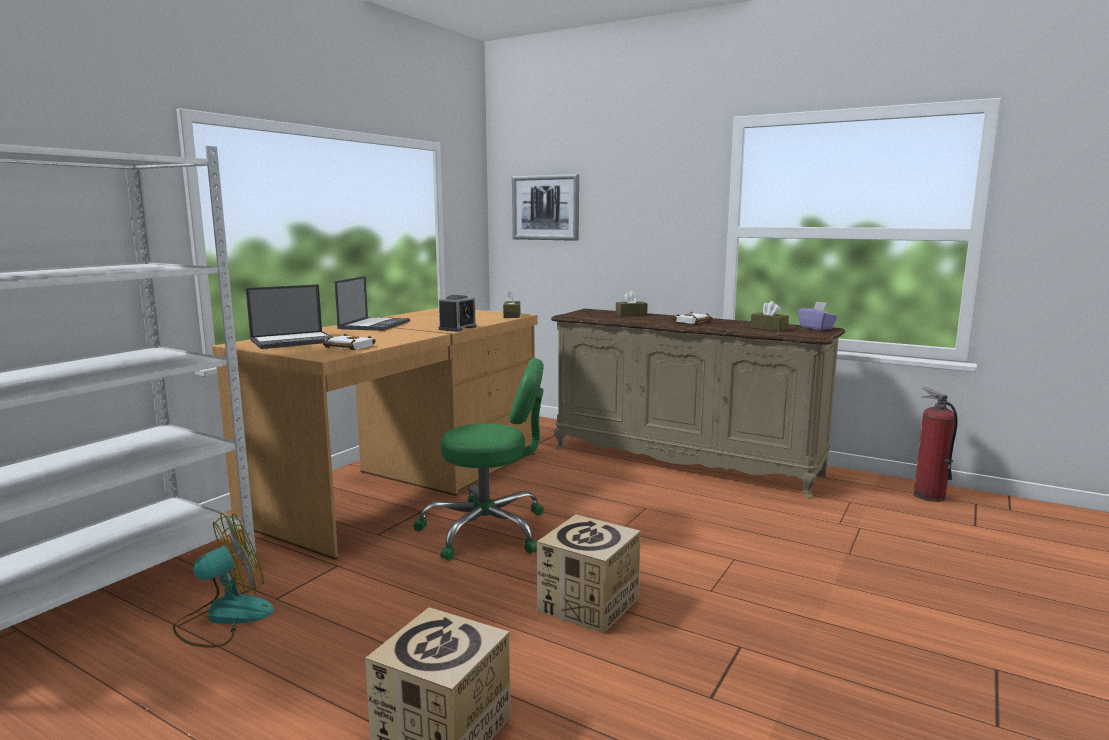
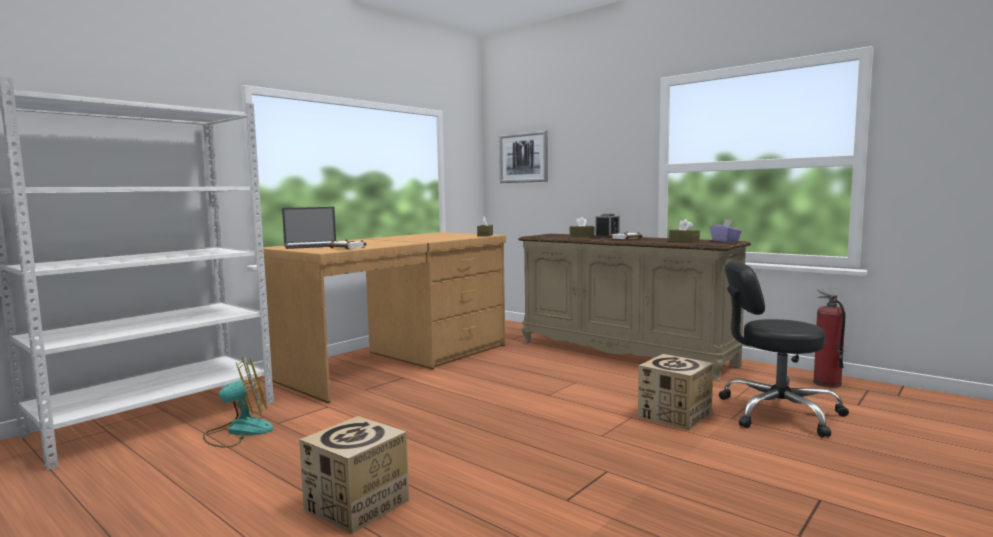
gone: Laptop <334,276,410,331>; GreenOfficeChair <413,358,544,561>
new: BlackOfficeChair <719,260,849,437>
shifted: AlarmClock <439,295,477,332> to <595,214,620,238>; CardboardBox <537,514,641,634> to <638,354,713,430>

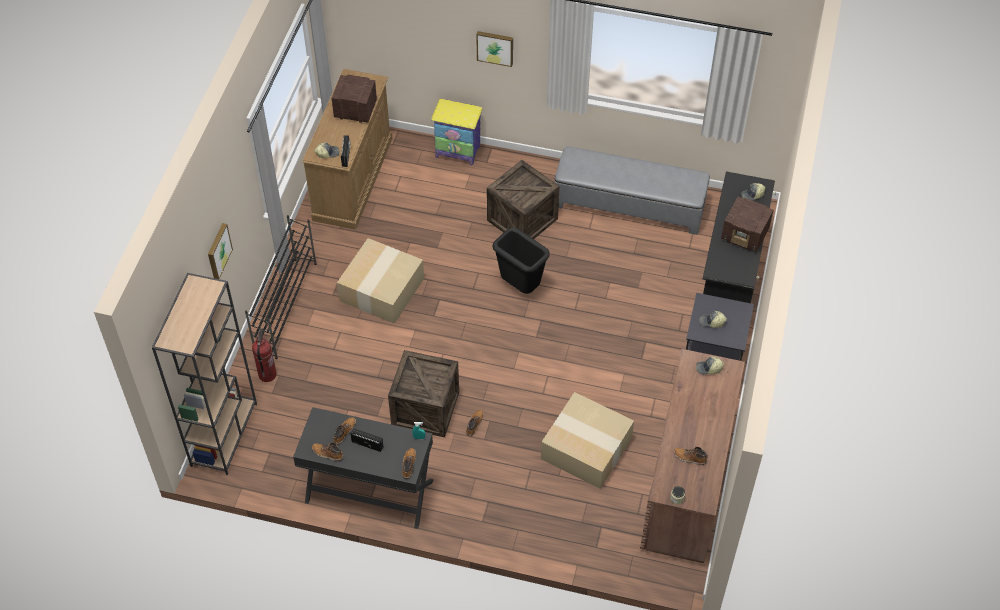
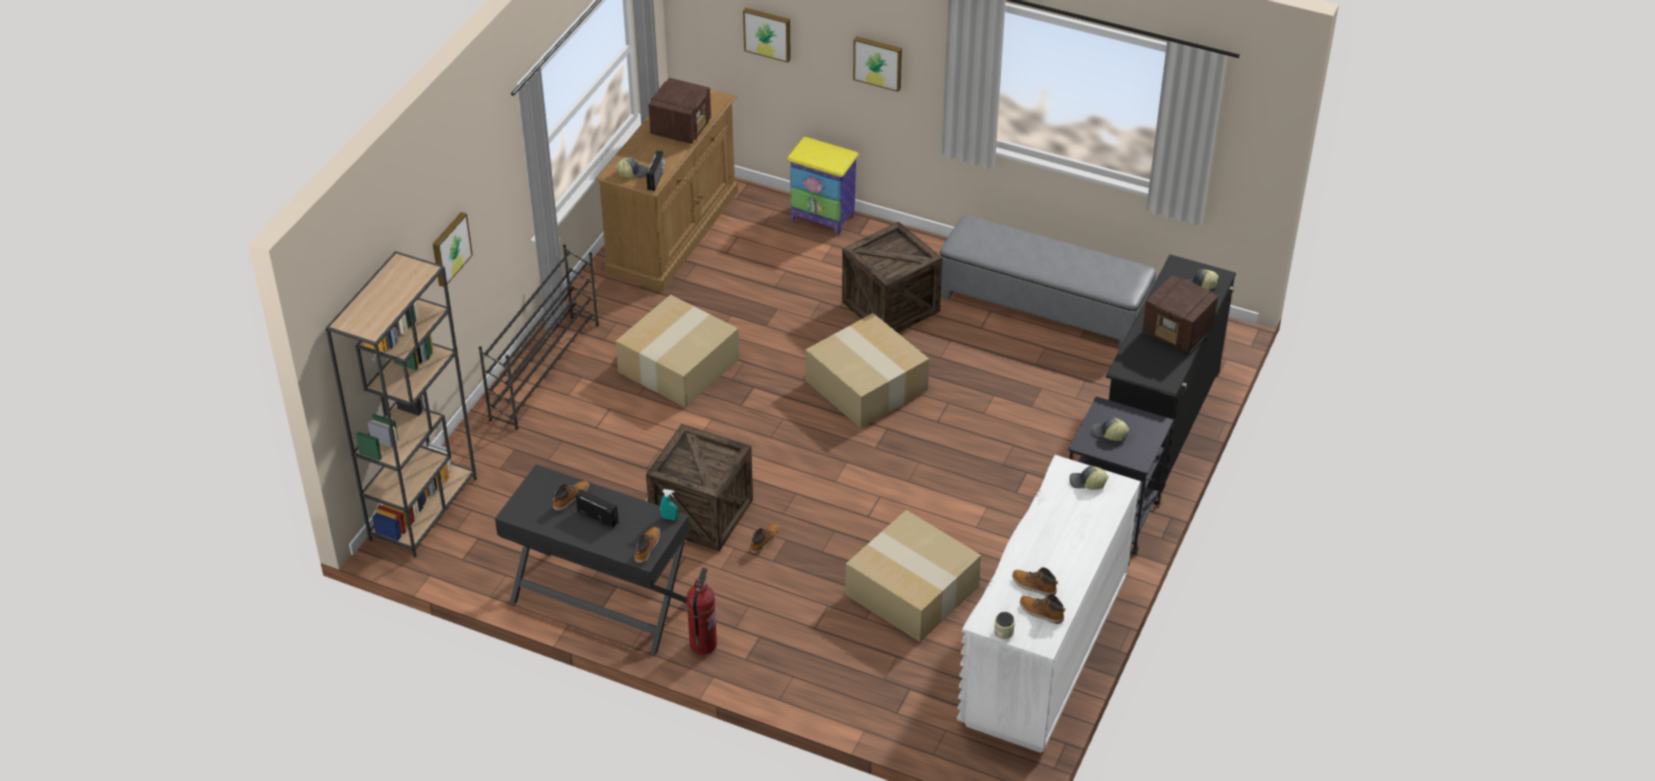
new: Picture <743,8,791,63>
shifted: FireExtinguisher <252,328,277,382> to <687,568,717,655>; Boot <312,443,343,461> to <1020,594,1065,624>
swapped: BlackTrashCan <492,228,550,294> to CardboardBox <805,313,929,428>
repainted: BrownDresser <640,349,745,563> to WhiteDresser <957,455,1140,753>
rotated: Radio <332,75,377,123> = <649,78,711,144> 90 degrees clockwise

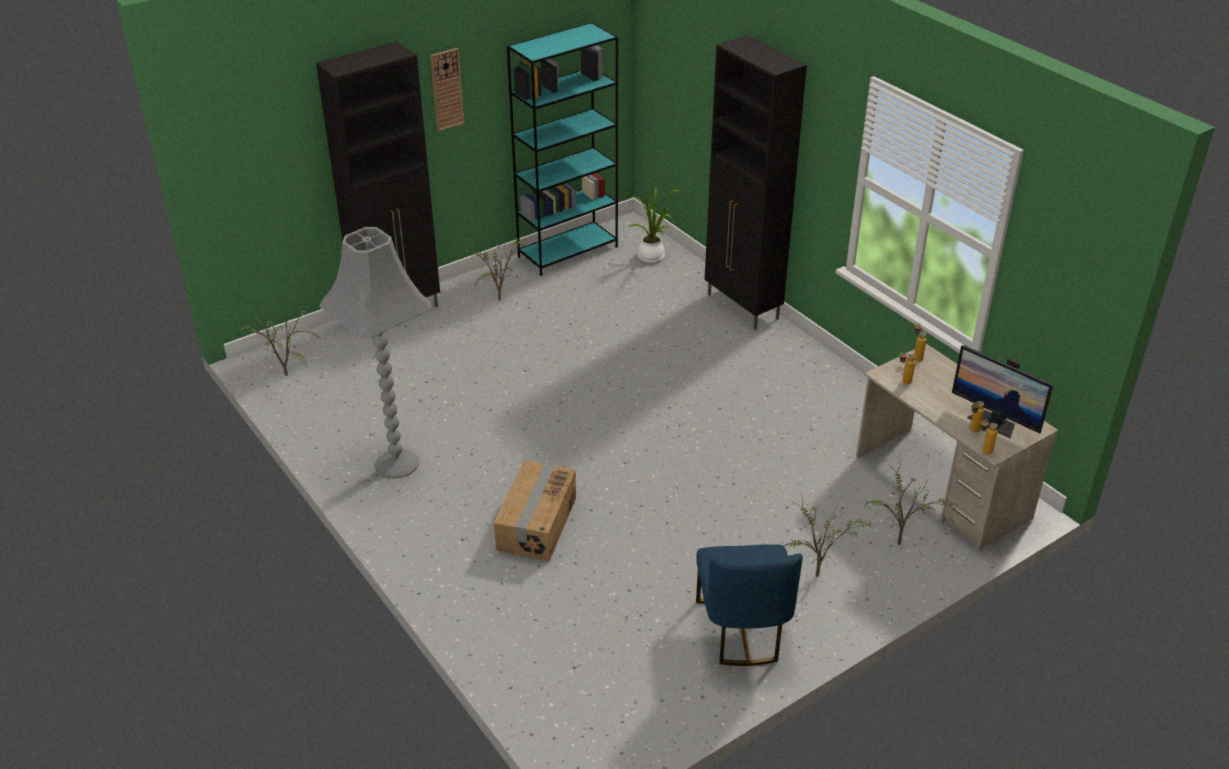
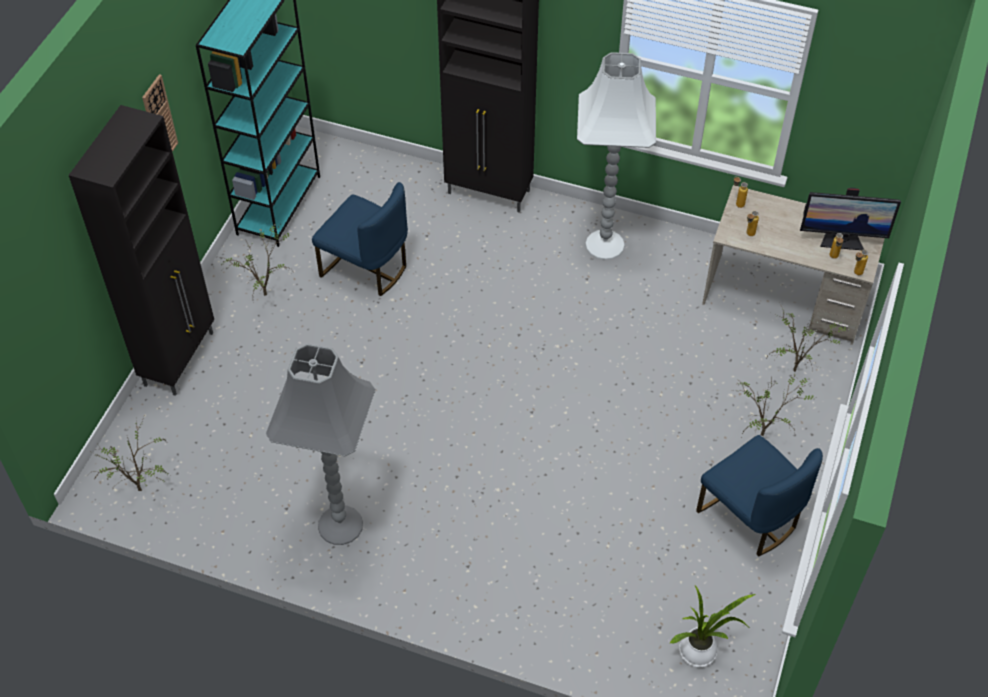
gone: CardboardBox <494,461,576,561>
new: WhiteFloorLamp <577,52,656,260>; BlueChair <312,182,408,296>
shifted: PottedPlant <629,186,680,263> to <669,586,755,667>

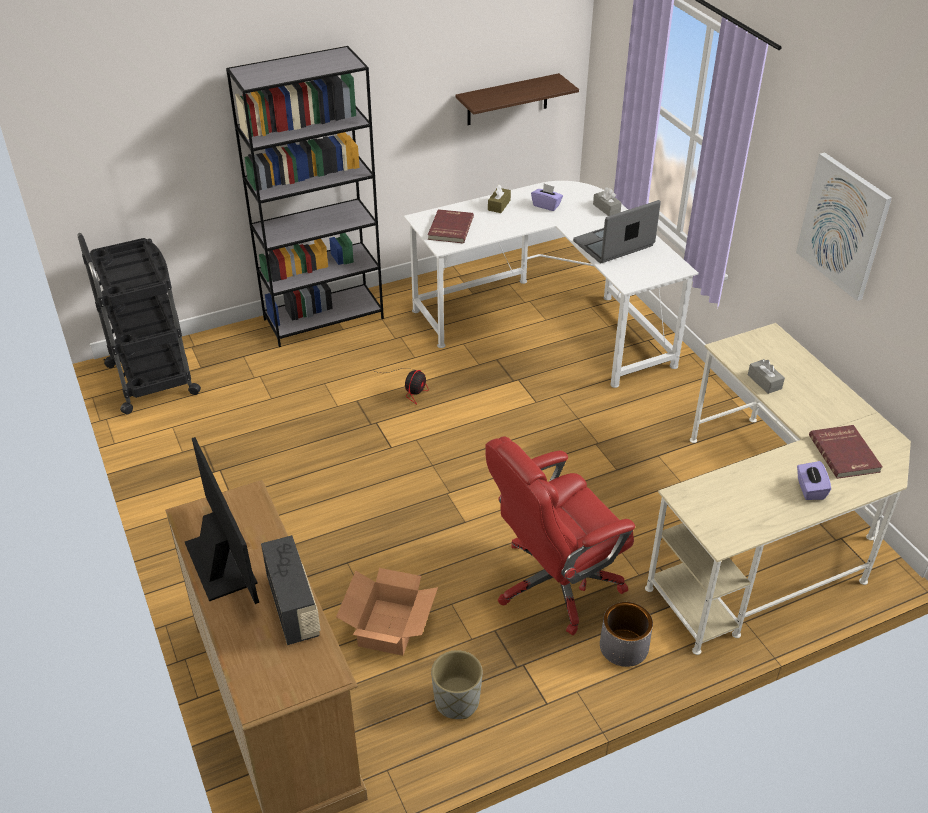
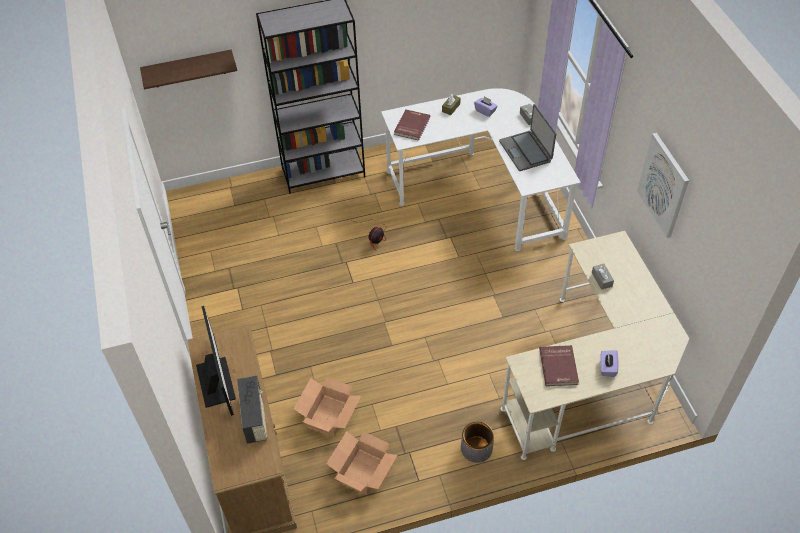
gone: BlackCart <77,233,201,415>; RedOfficeChair <485,436,635,635>
shifted: Shelf <455,73,579,125> to <140,50,237,89>; RedBook <809,425,882,479> to <539,345,579,386>
swapped: GreyPlanter <431,650,483,719> to CardboardBox <326,431,398,495>
rotated: Laptop <573,200,661,263> = <499,104,556,171> 90 degrees counterclockwise

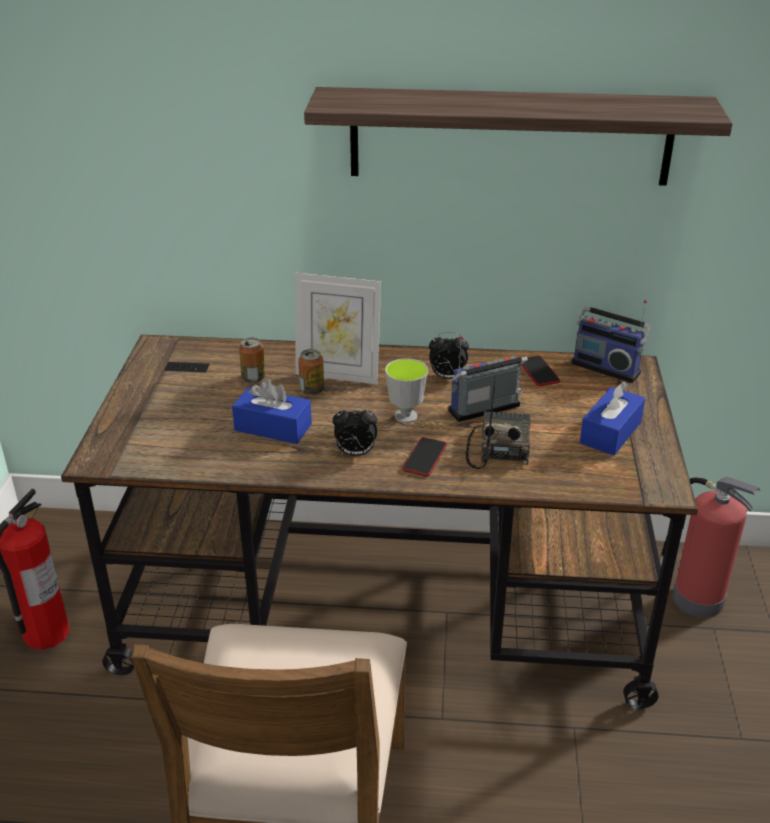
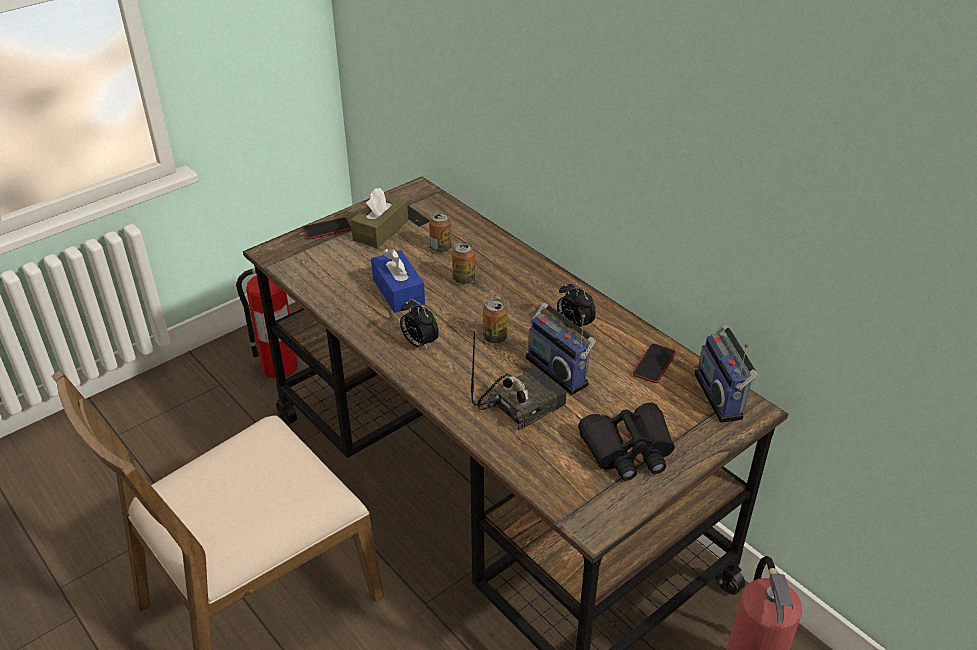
gone: Shelf <304,87,732,186>; PictureFrame <295,273,381,384>
new: BrownTissueBox <351,188,408,249>
shifted: Phone <402,437,447,476> to <302,217,351,239>
swapped: Cup <385,358,428,423> to Can <483,299,507,343>; BlueTissueBox <580,381,645,455> to BlackBinoculars <578,403,675,481>
rotated: Radio <448,335,528,422> = <526,303,596,395> 150 degrees counterclockwise

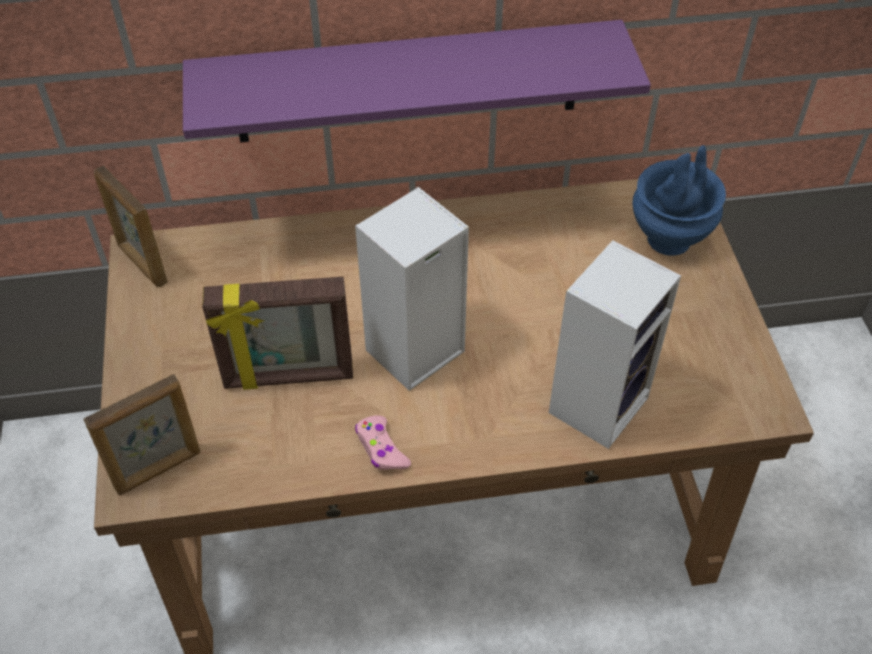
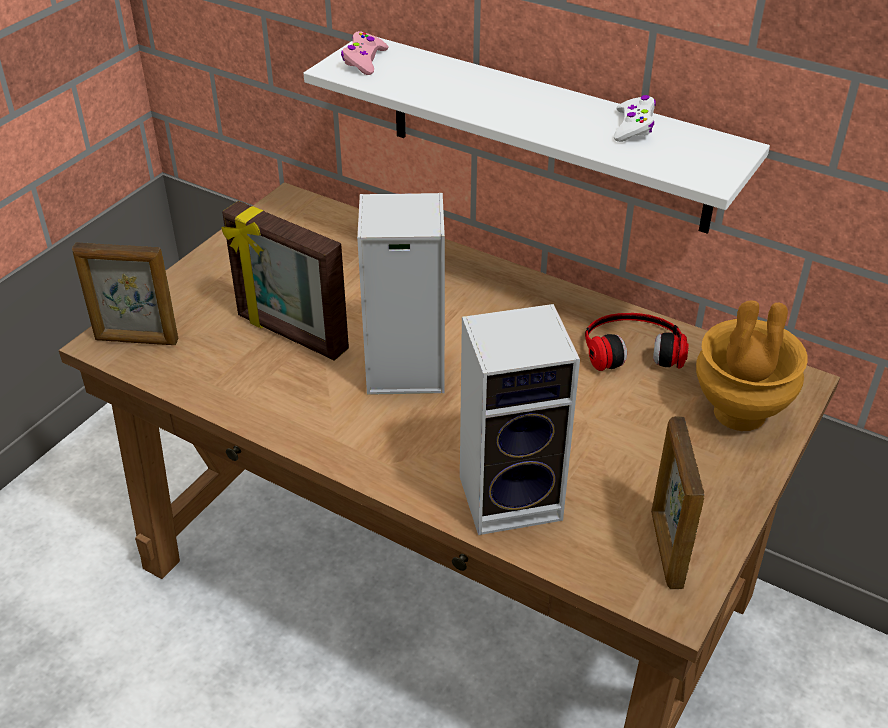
new: WhiteGameController <614,95,656,142>; Headphones <585,313,689,371>
shifted: PictureFrame <94,166,168,287> to <651,416,704,589>; PinkGameController <355,416,411,470> to <341,31,388,75>
repainted: PurpleShelf <183,20,651,143> to WhiteShelf <303,37,770,234>; BlueVase <632,145,726,256> to BrownVase <696,301,808,431>

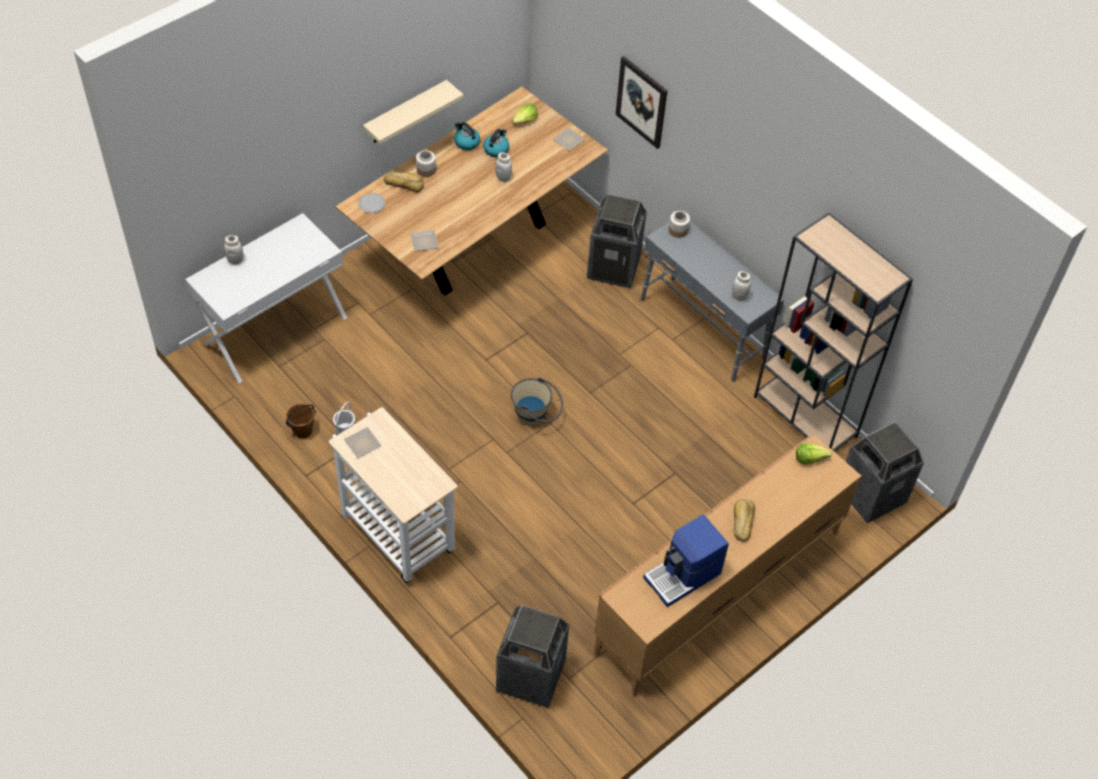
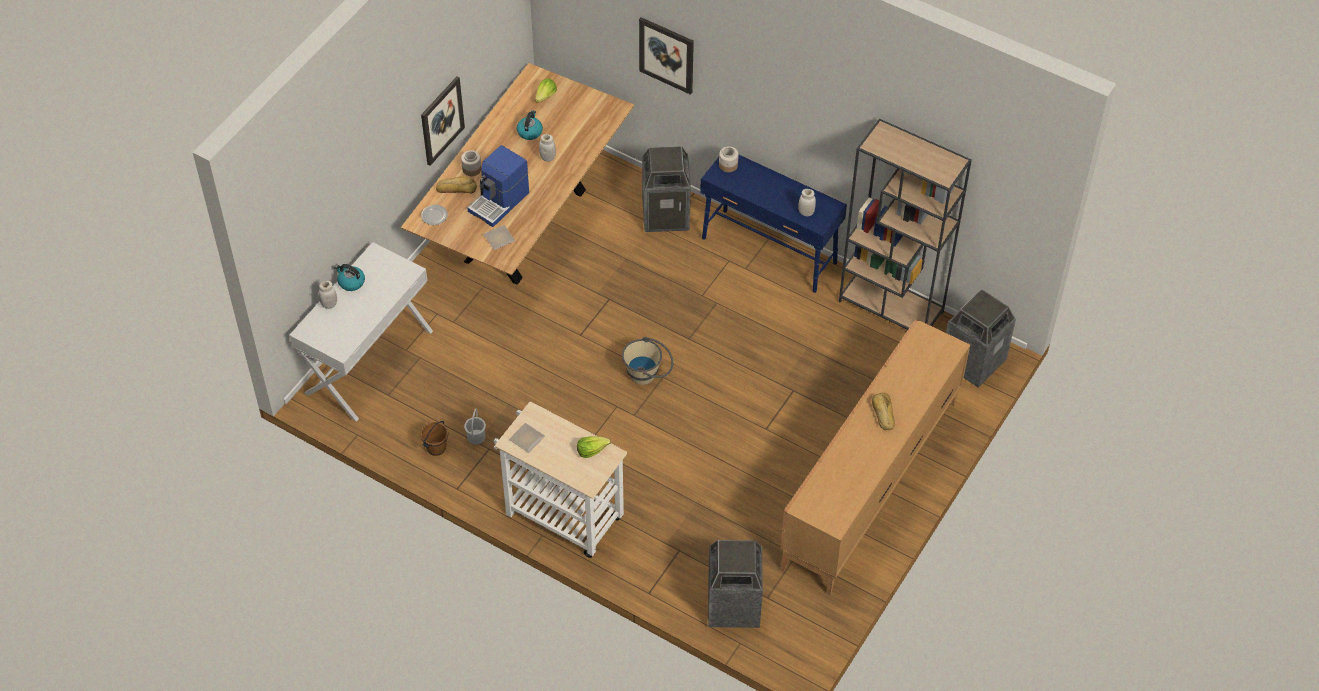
gone: Plate <553,128,585,151>
shifted: Kettle <454,122,480,150> to <335,264,365,291>; Lettuce <796,443,832,464> to <577,436,611,458>; CoffeeMachine <643,515,729,607> to <468,145,529,227>
swapped: BeigeShelf <363,80,464,144> to Picture <421,76,465,166>
repainted: GreyConsoleTable <640,221,784,382> to BlueConsoleTable <700,155,847,293>

